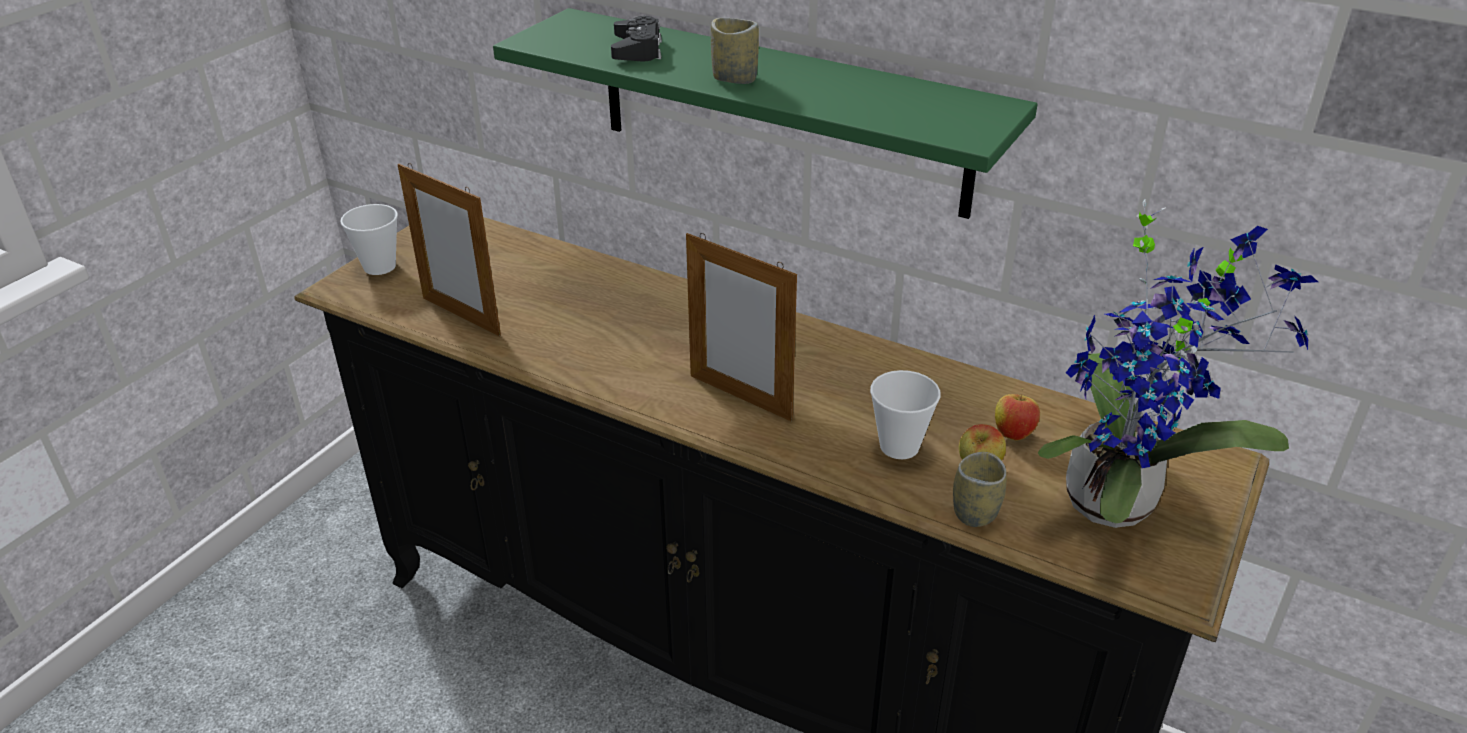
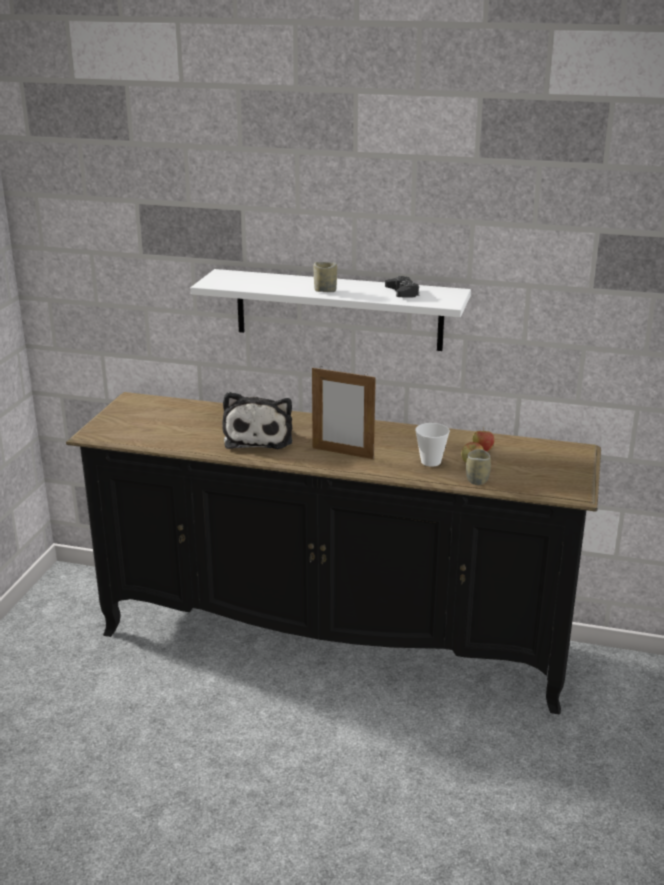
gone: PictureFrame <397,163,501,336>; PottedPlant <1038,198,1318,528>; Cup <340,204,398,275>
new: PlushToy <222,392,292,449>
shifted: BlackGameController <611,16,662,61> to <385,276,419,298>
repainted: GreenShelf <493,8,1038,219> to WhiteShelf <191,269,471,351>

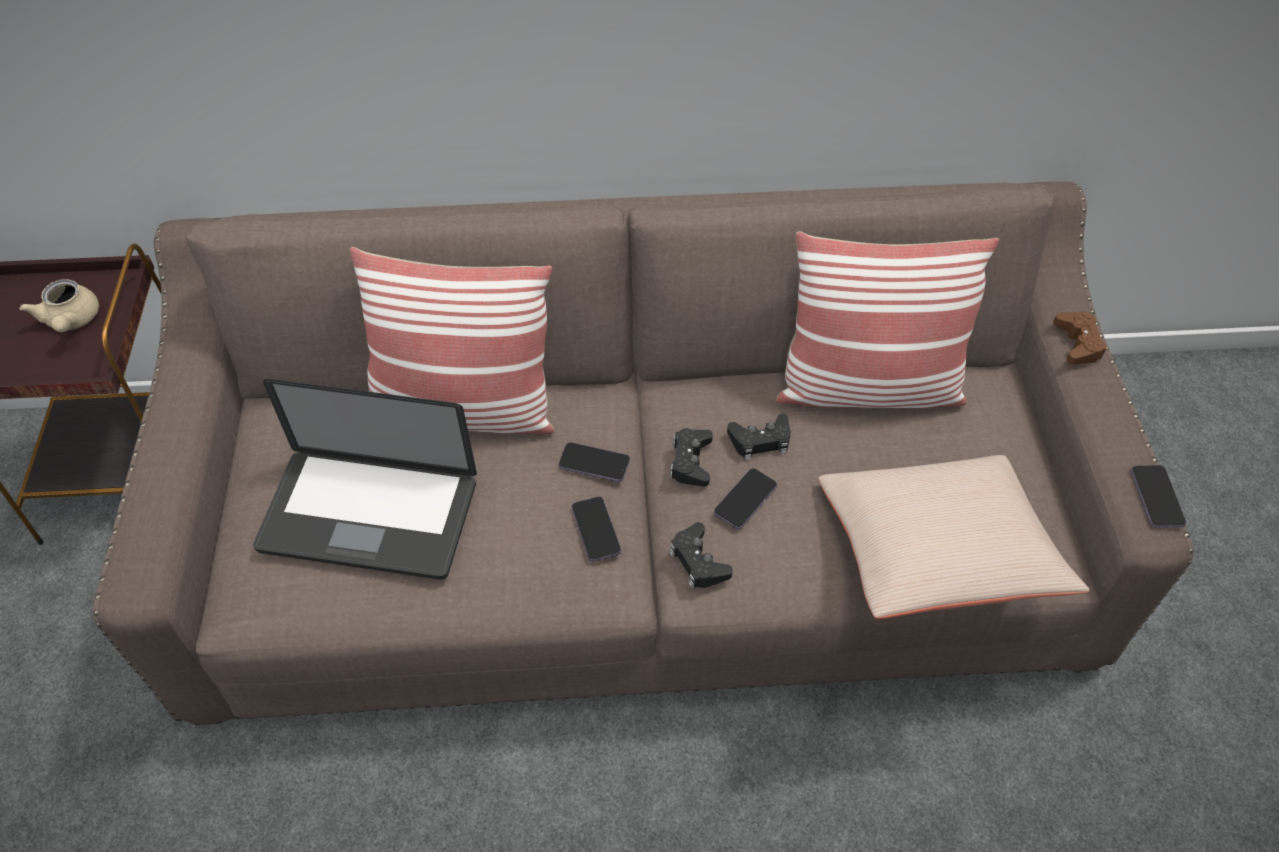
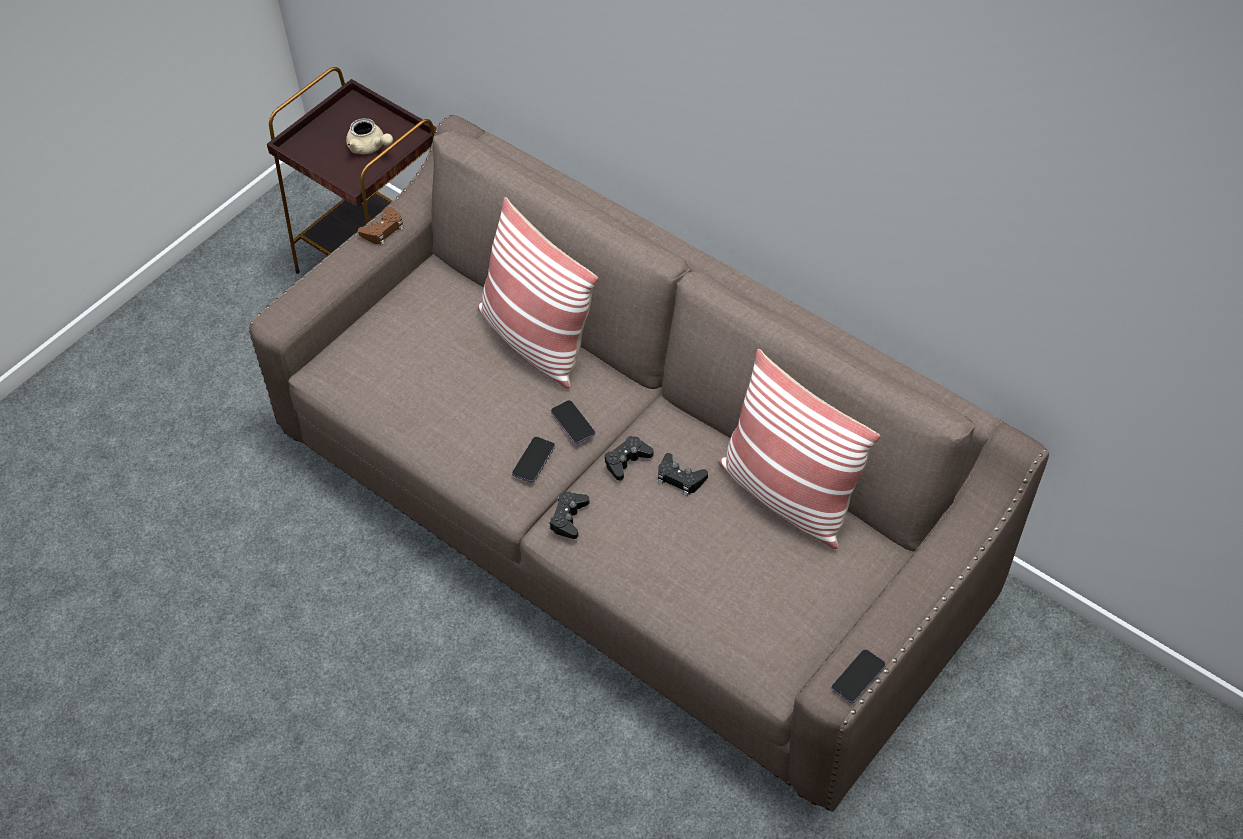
gone: Laptop <253,379,477,579>; BeigePillow <818,455,1089,619>; Phone <714,468,777,529>
shifted: BrownGameController <1053,312,1107,364> to <358,206,404,245>
rotated: BeigeTeapot <19,279,99,332> = <346,118,393,154> 75 degrees counterclockwise

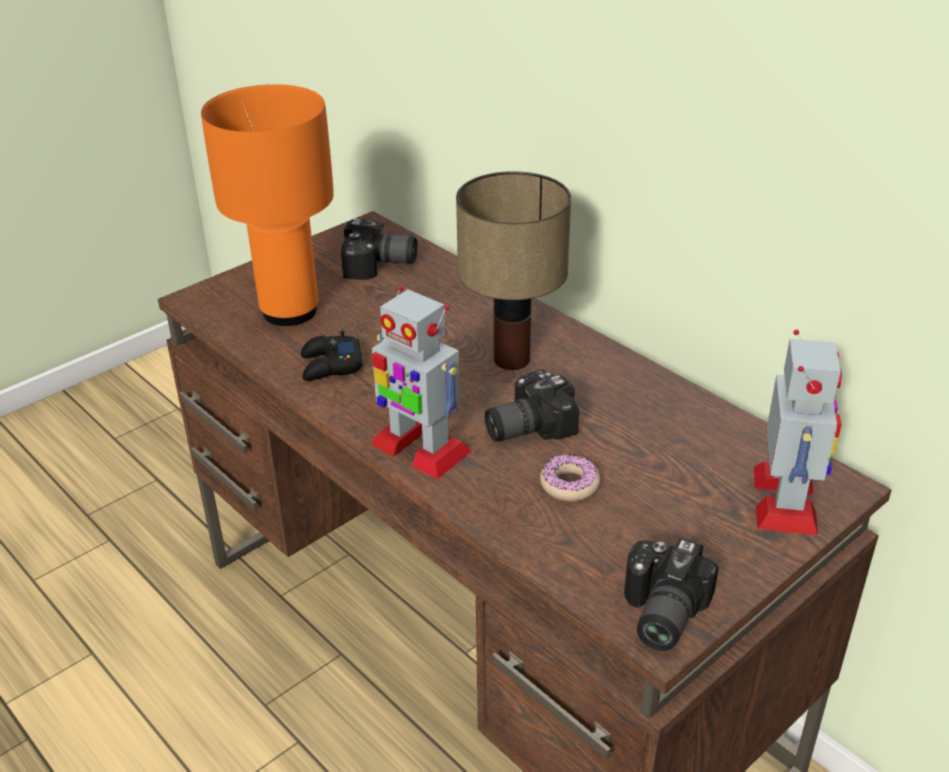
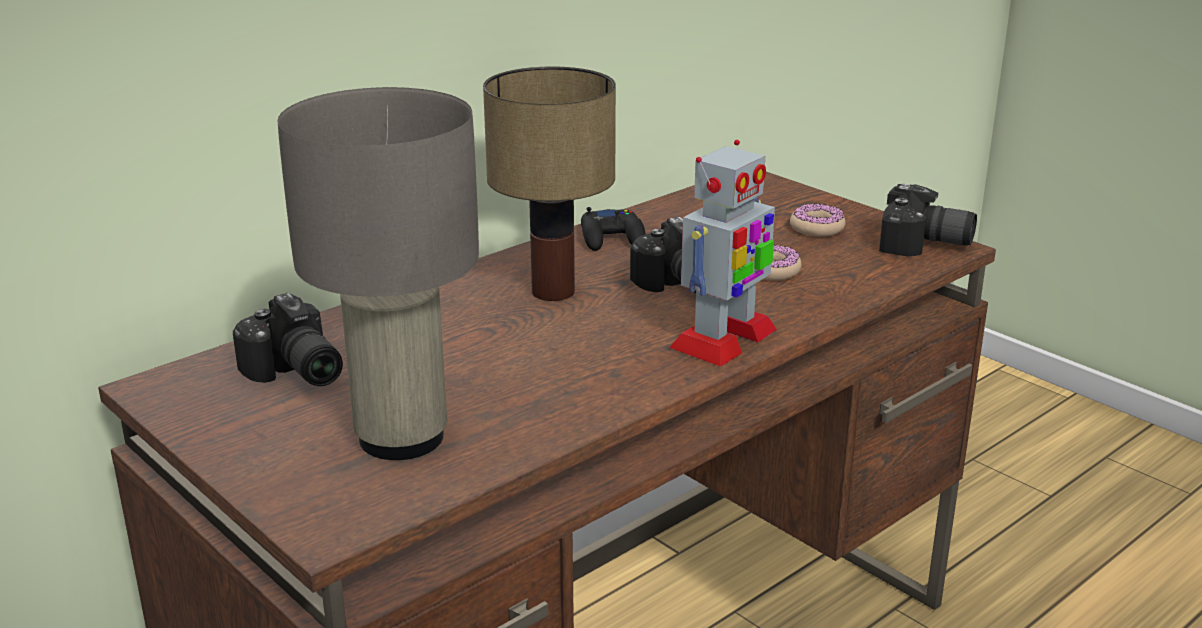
gone: ToyRobot <754,330,842,536>
new: Donut <790,203,845,237>
shifted: BlackGameController <301,330,363,381> to <581,207,646,251>
repainted: OrangeTableLamp <201,84,334,326> to GreyTableLamp <278,87,479,460>
rotated: PhotoCamera <341,218,417,280> = <233,293,343,386> 135 degrees clockwise

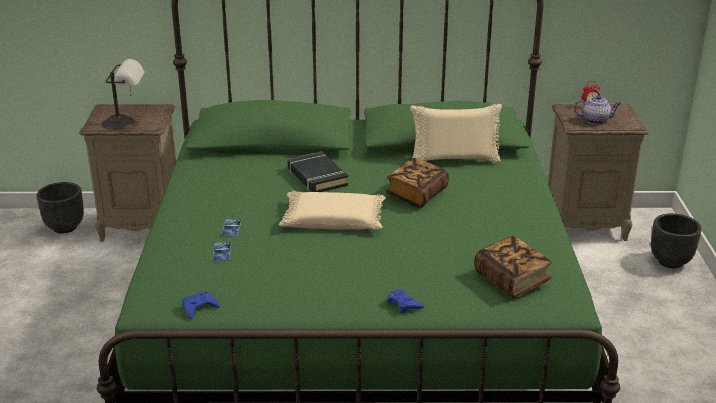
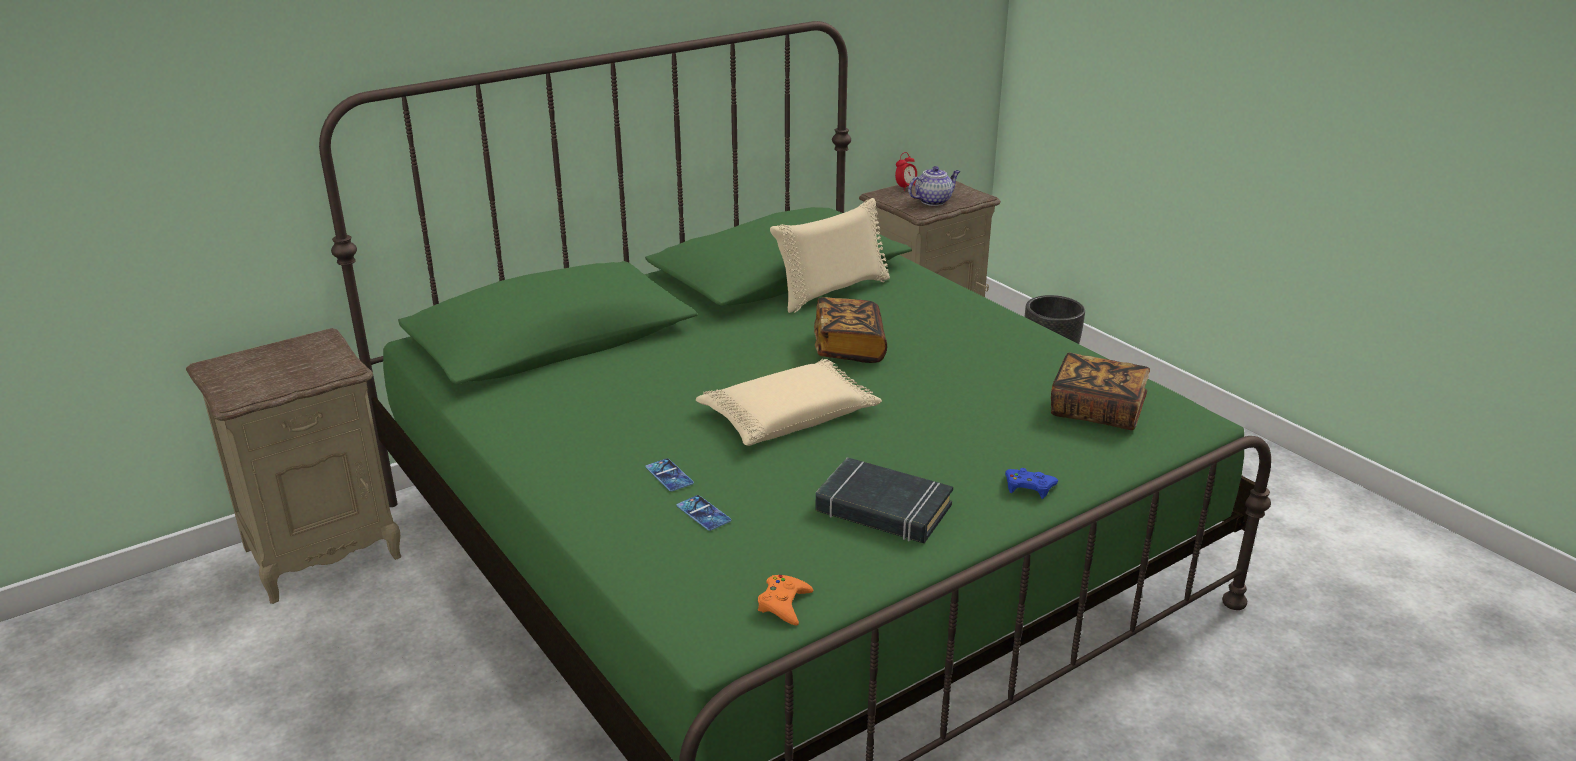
gone: TableLamp <102,59,144,130>; BlackPlanter <37,182,84,234>
shifted: BlackBook <288,151,348,192> to <815,457,953,543>
repainted: BlueGameController <182,291,220,319> to OrangeGameController <758,575,813,625>

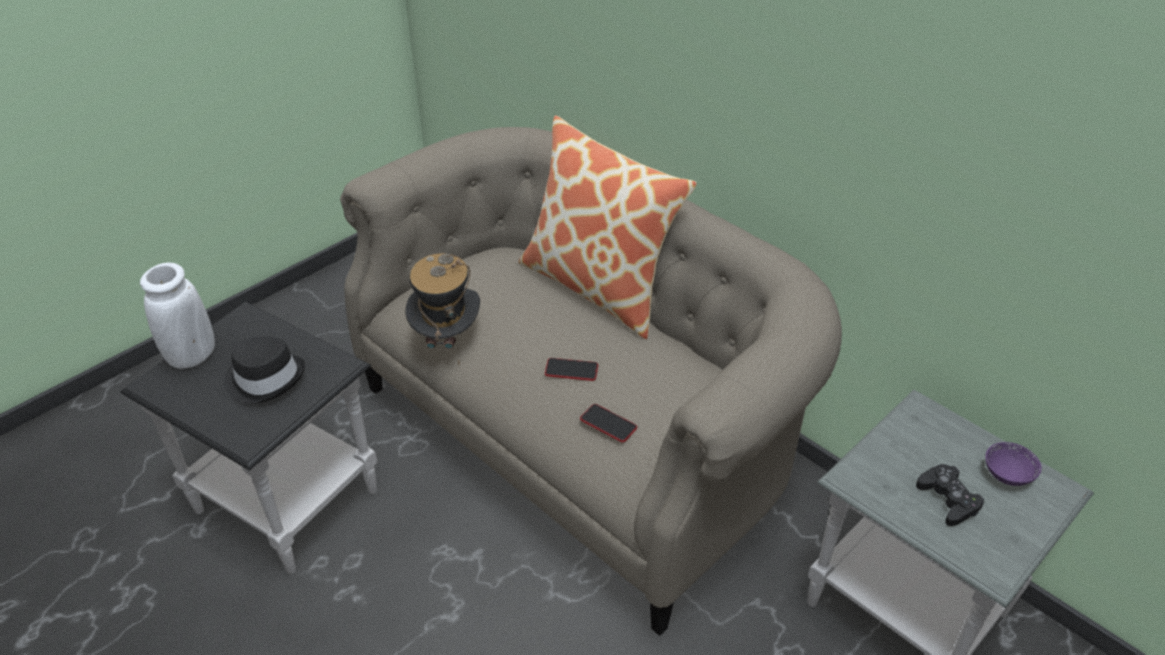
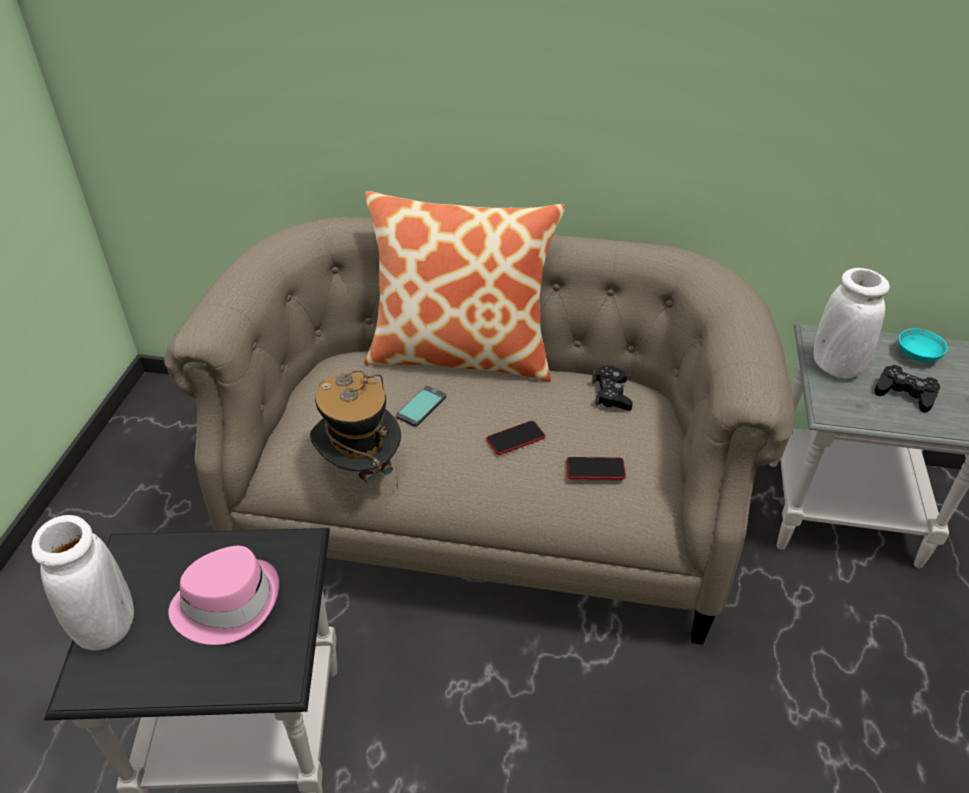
new: WhiteVase <814,268,890,378>; BlackGameController <592,366,633,411>; Phone <396,386,446,427>
repainted: BlackHat <224,336,305,404> to PinkHat <168,546,279,645>; PurpleBowl <985,442,1042,486> to TurquoiseBowl <898,328,948,362>

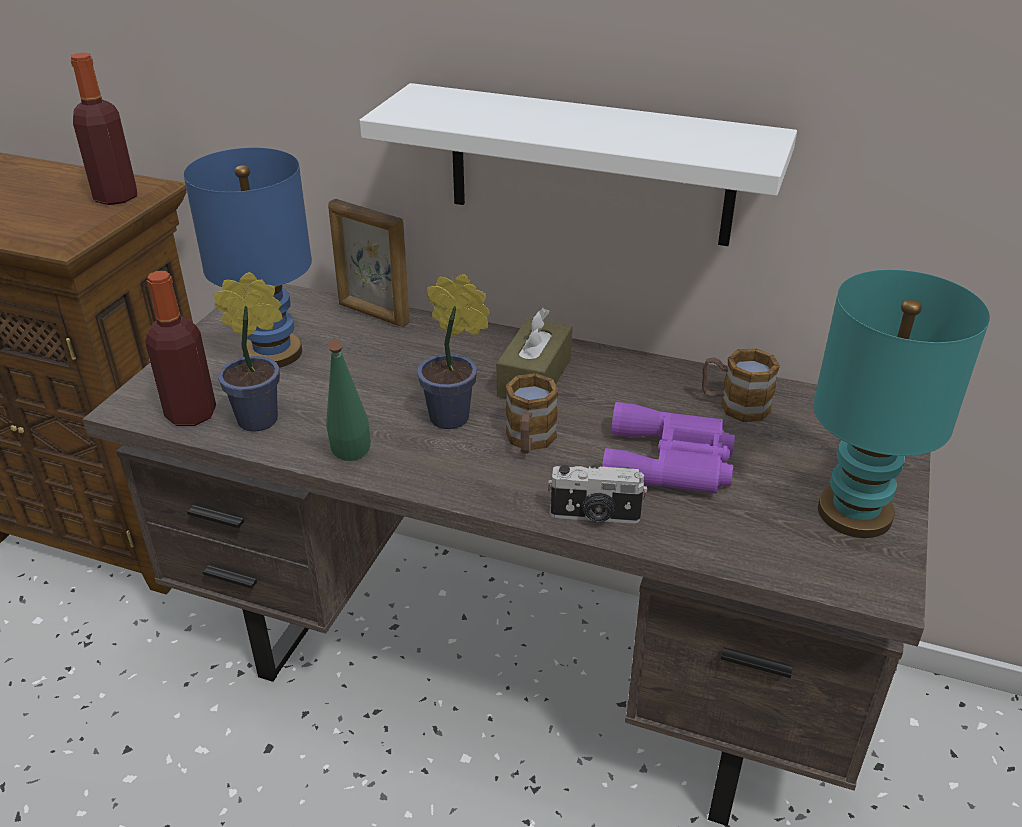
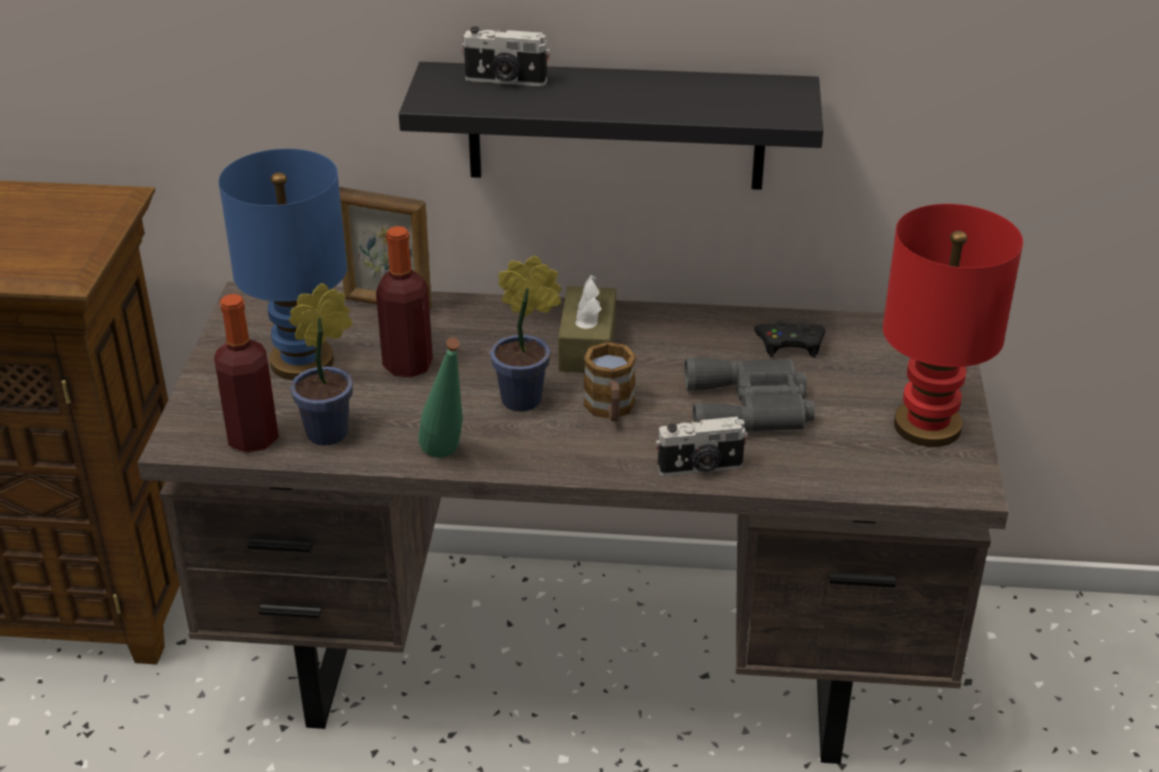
new: PhotoCamera <461,26,550,87>
shifted: Bottle <71,53,137,205> to <376,226,433,378>
swapped: Mug <702,348,780,422> to BlackGameController <754,320,826,358>
repainted: WhiteShelf <360,83,797,246> to BlackShelf <399,62,823,190>; TurquoiseTableLamp <813,270,990,538> to RedTableLamp <882,204,1023,447>; PurpleBinoculars <602,402,735,494> to GreyBinoculars <684,358,815,431>

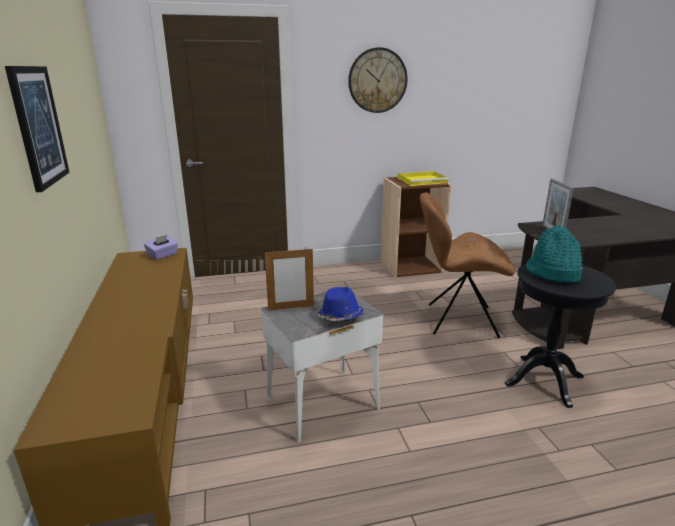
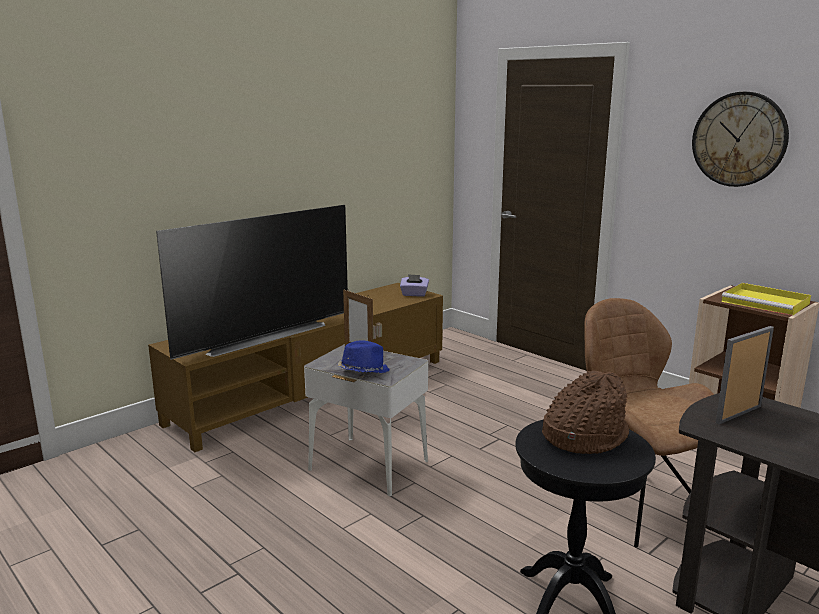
gone: Picture <5,66,70,192>
new: Television <156,205,348,360>
repainted: TurquoiseHat <526,225,583,283> to BrownHat <542,370,629,454>

